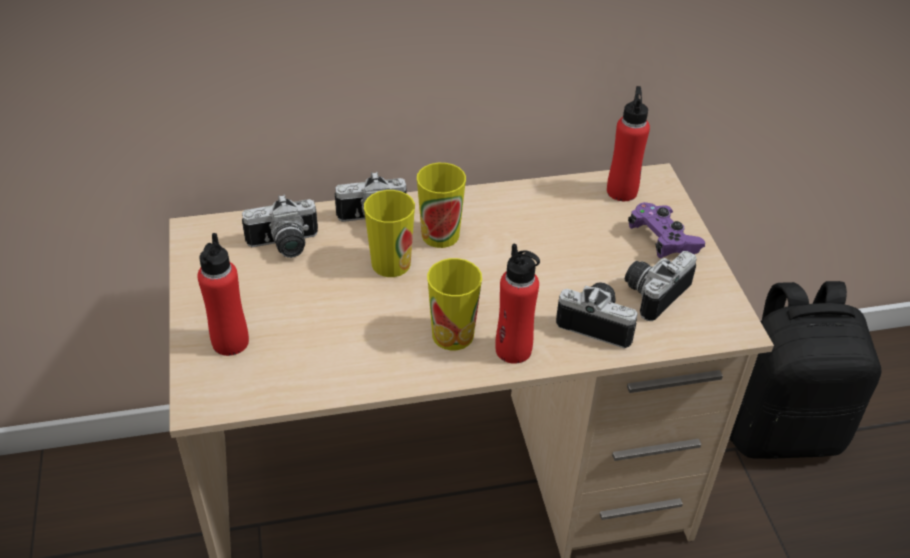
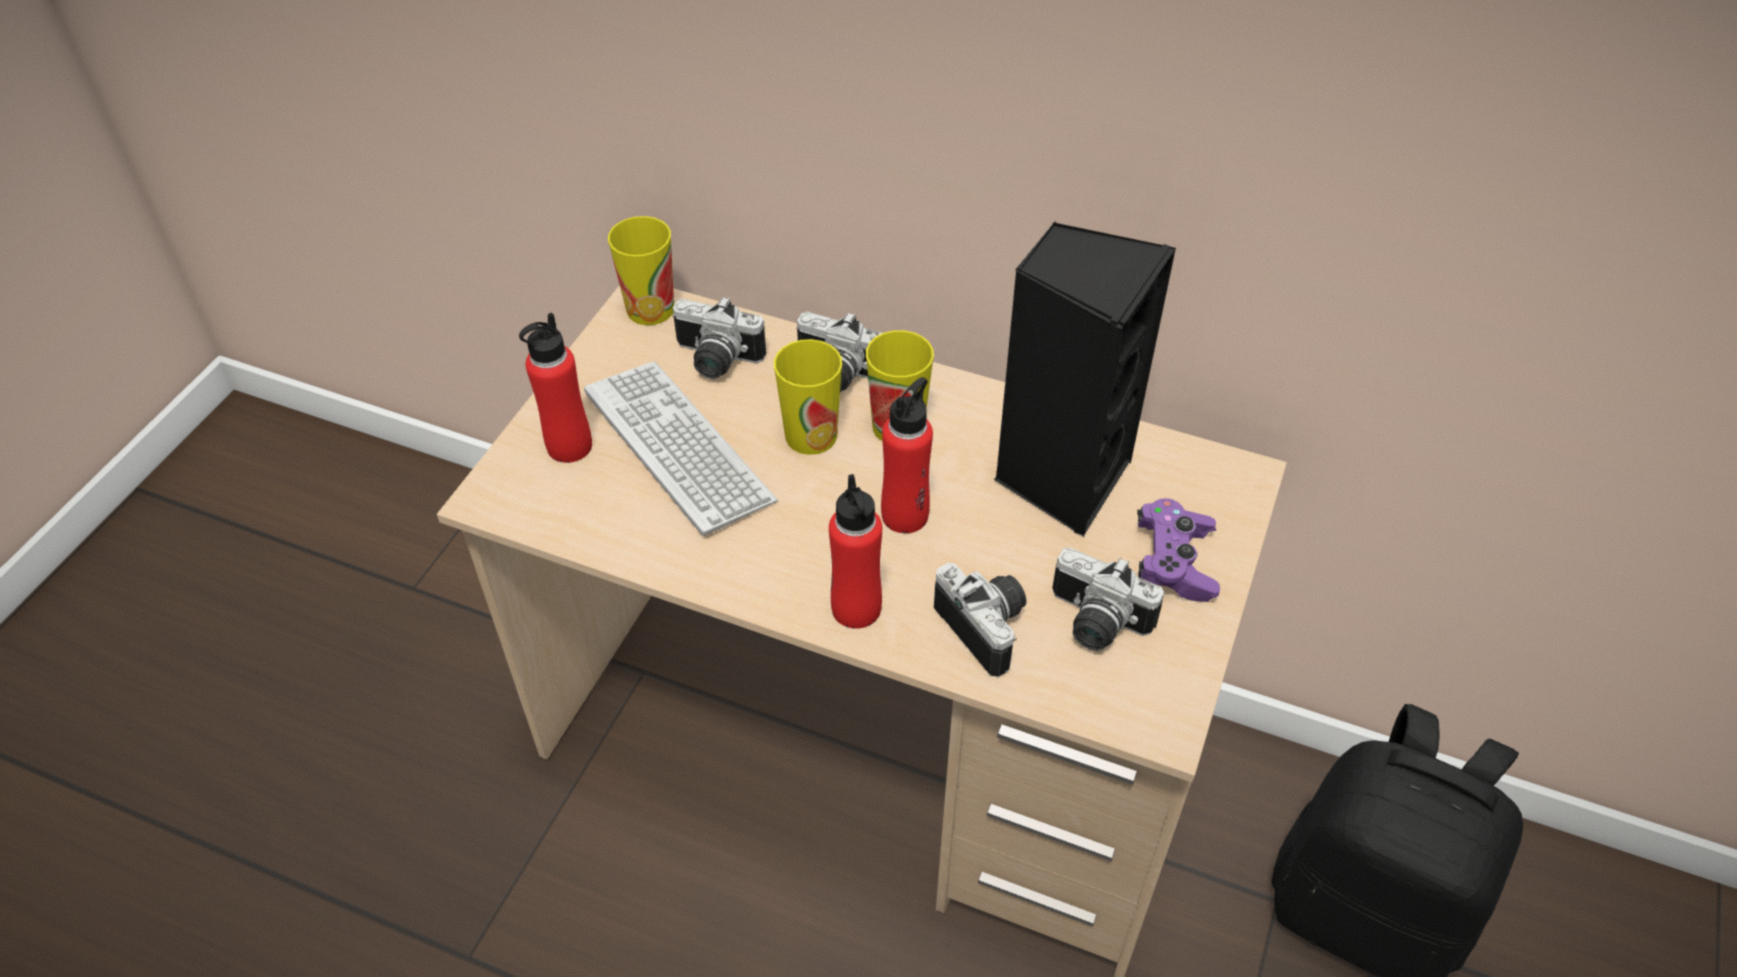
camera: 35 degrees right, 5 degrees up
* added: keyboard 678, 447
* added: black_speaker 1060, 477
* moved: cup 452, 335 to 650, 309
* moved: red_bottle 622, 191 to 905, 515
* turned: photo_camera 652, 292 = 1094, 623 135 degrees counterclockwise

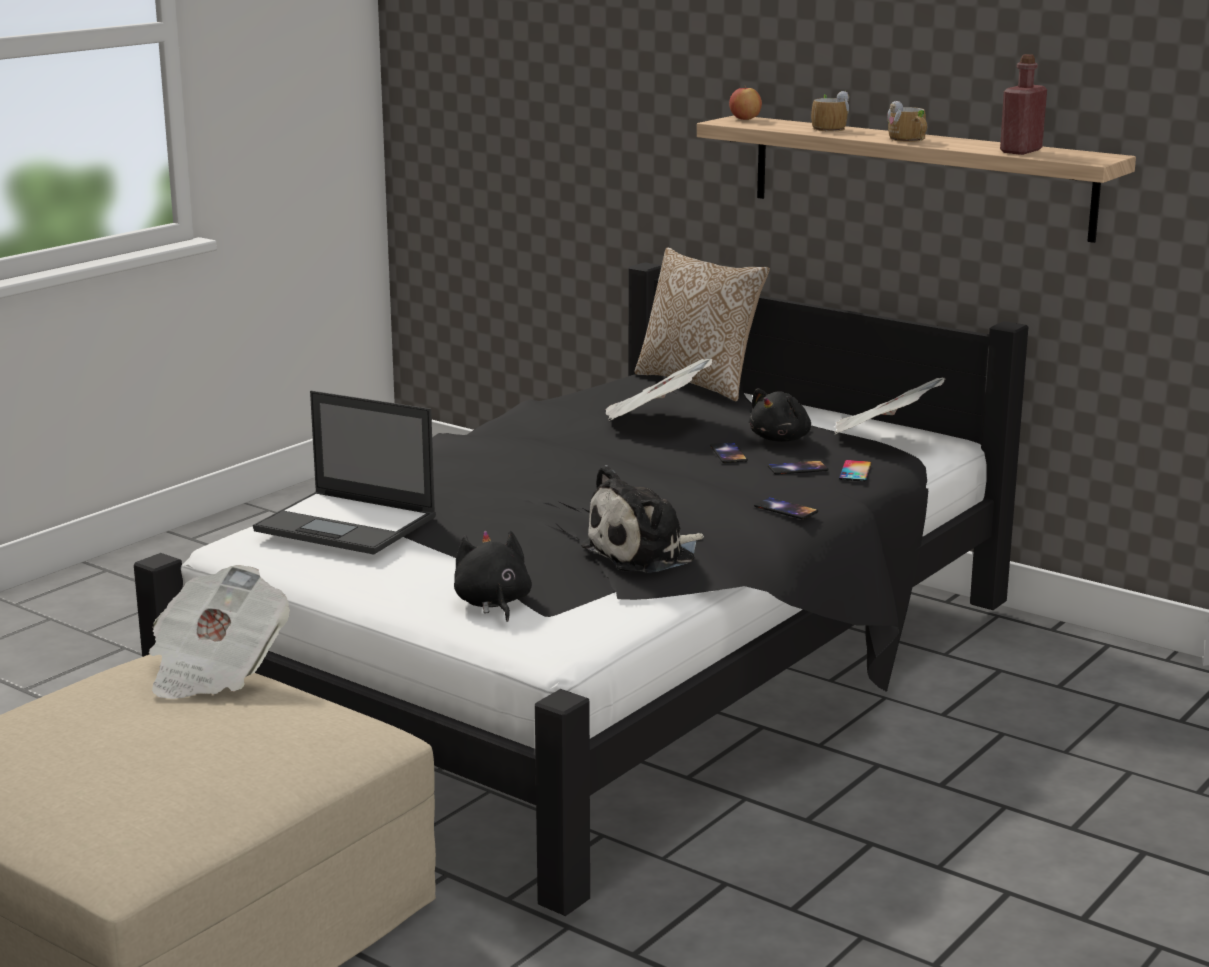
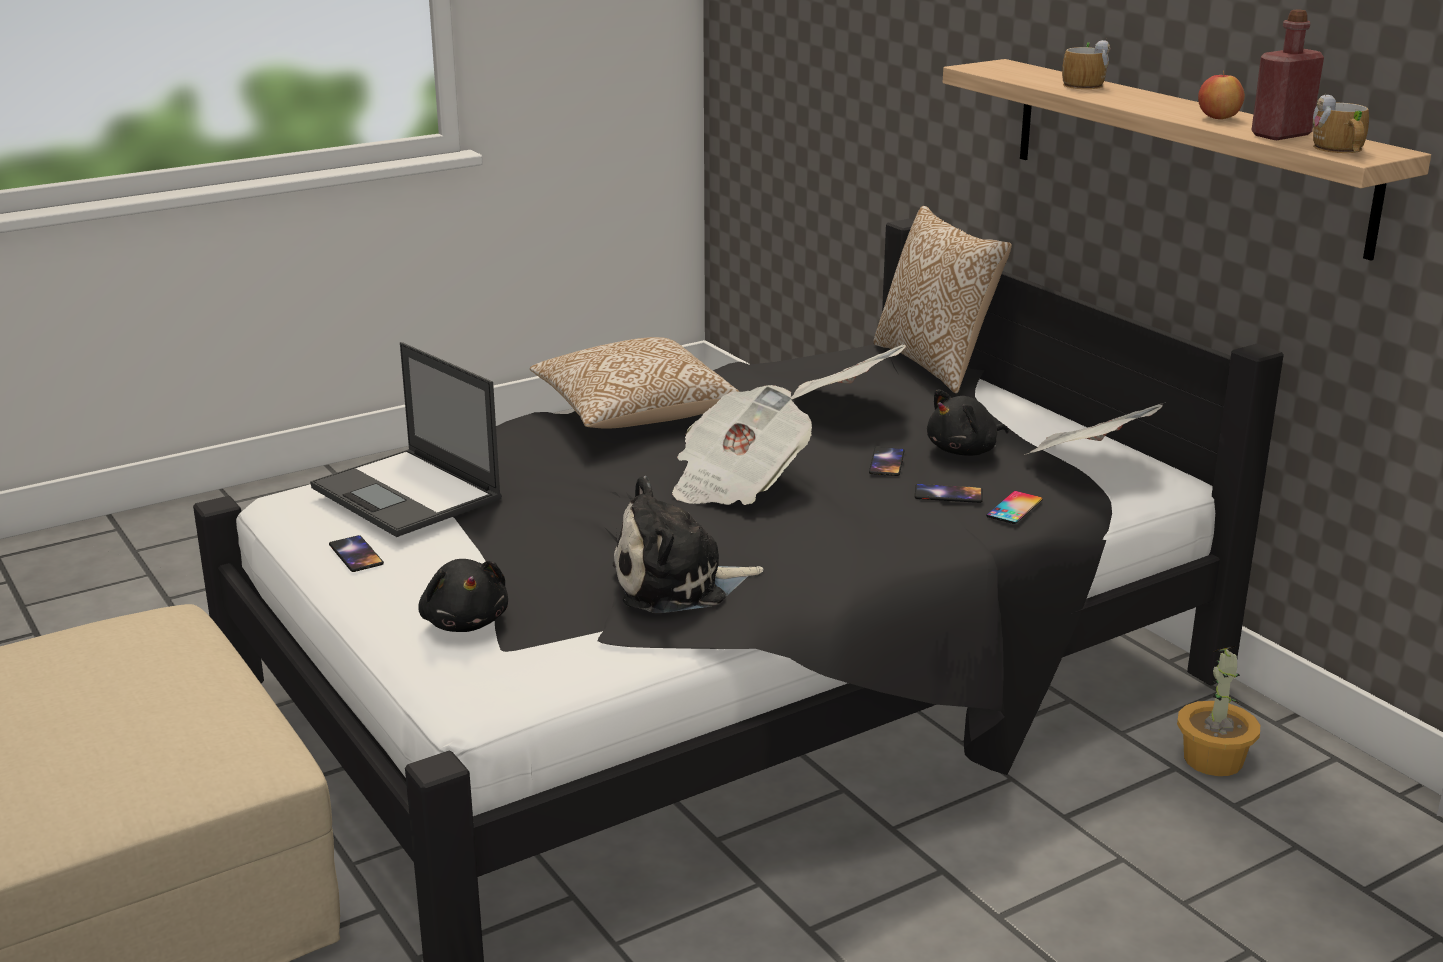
camera: 20 degrees right, 5 degrees up
* added: pillow 634, 414
* added: potted_plant 1213, 760
* moved: newspaper 215, 670 to 736, 482
* moved: apple 744, 119 to 1218, 118
* moved: phone 786, 509 to 356, 554
* moved: mug 909, 140 to 1340, 151
* turned: black_plush_toy 492, 604 = 465, 622 150 degrees clockwise

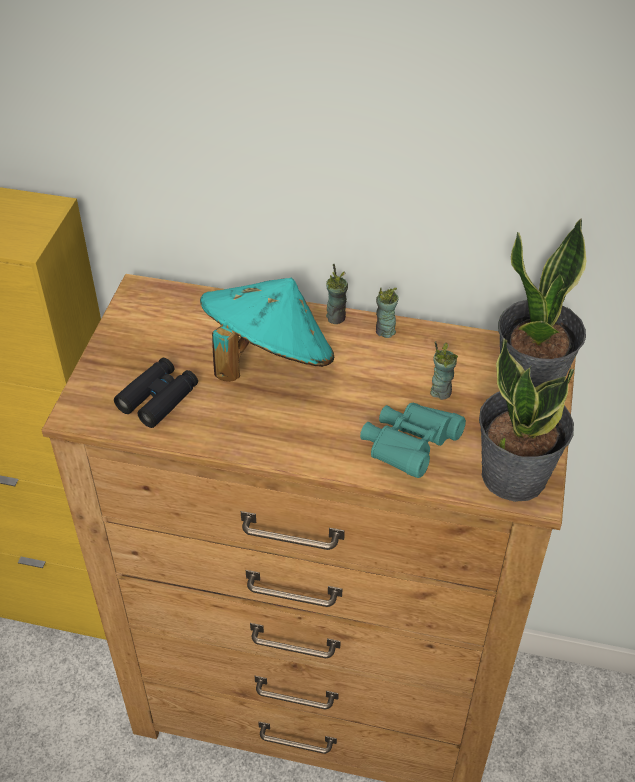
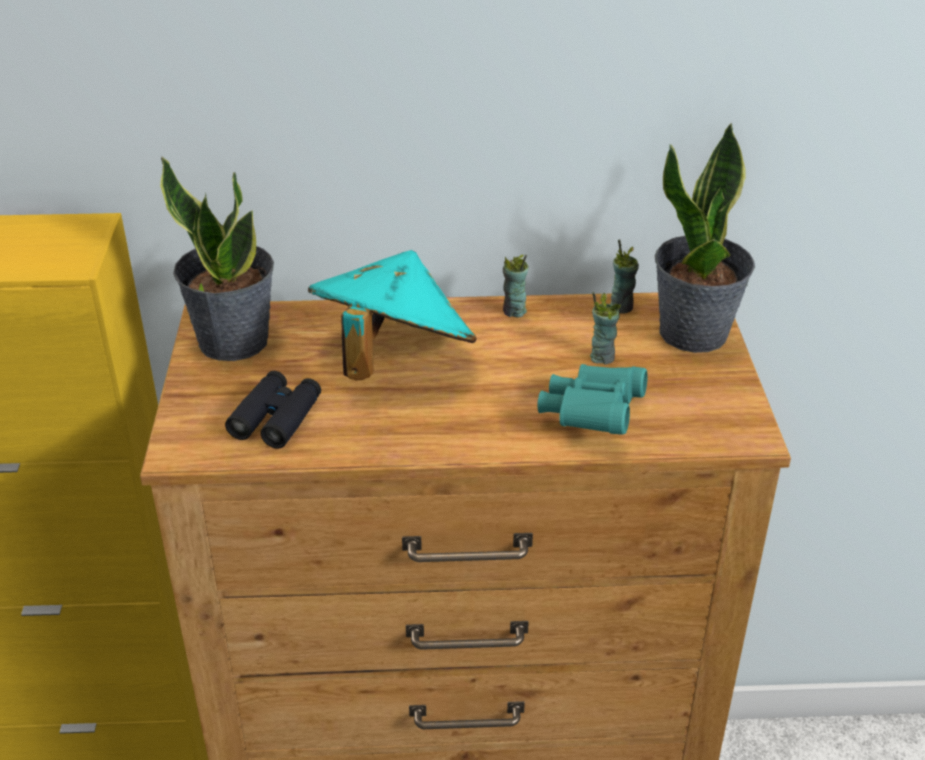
camera: 15 degrees left, 10 degrees down
* moved: cup 336, 317 to 621, 307
* moved: potted_plant 514, 474 to 233, 340

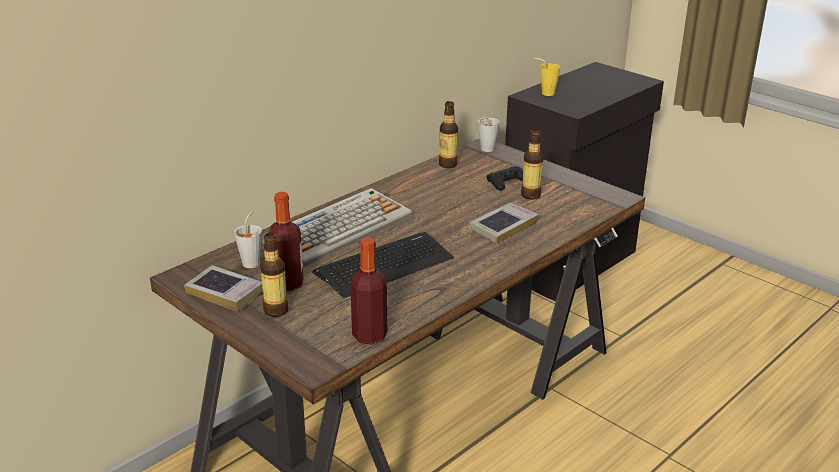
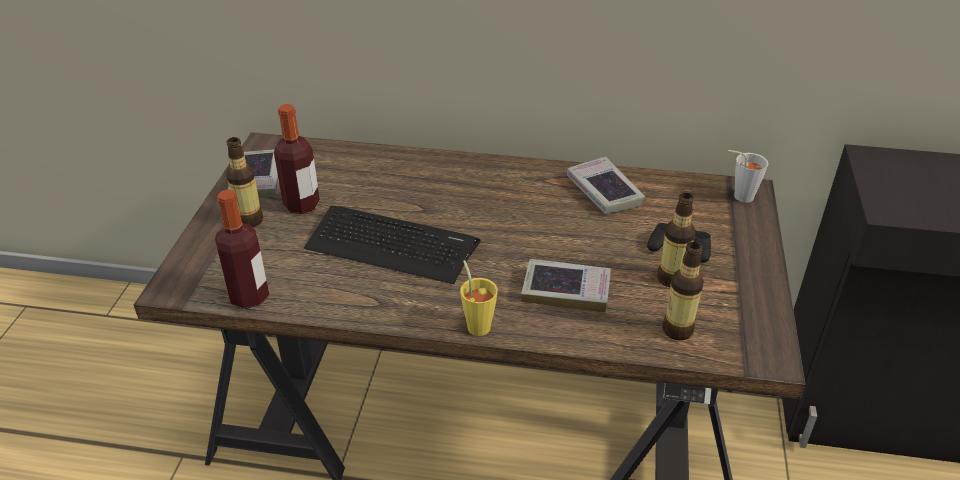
camera: 55 degrees right, 10 degrees up
* removed: grey_cup 252, 262
* removed: keyboard 339, 228
* added: book 604, 191
* moved: bottle 448, 164 to 677, 330
* moved: yellow_cup 545, 93 to 477, 323

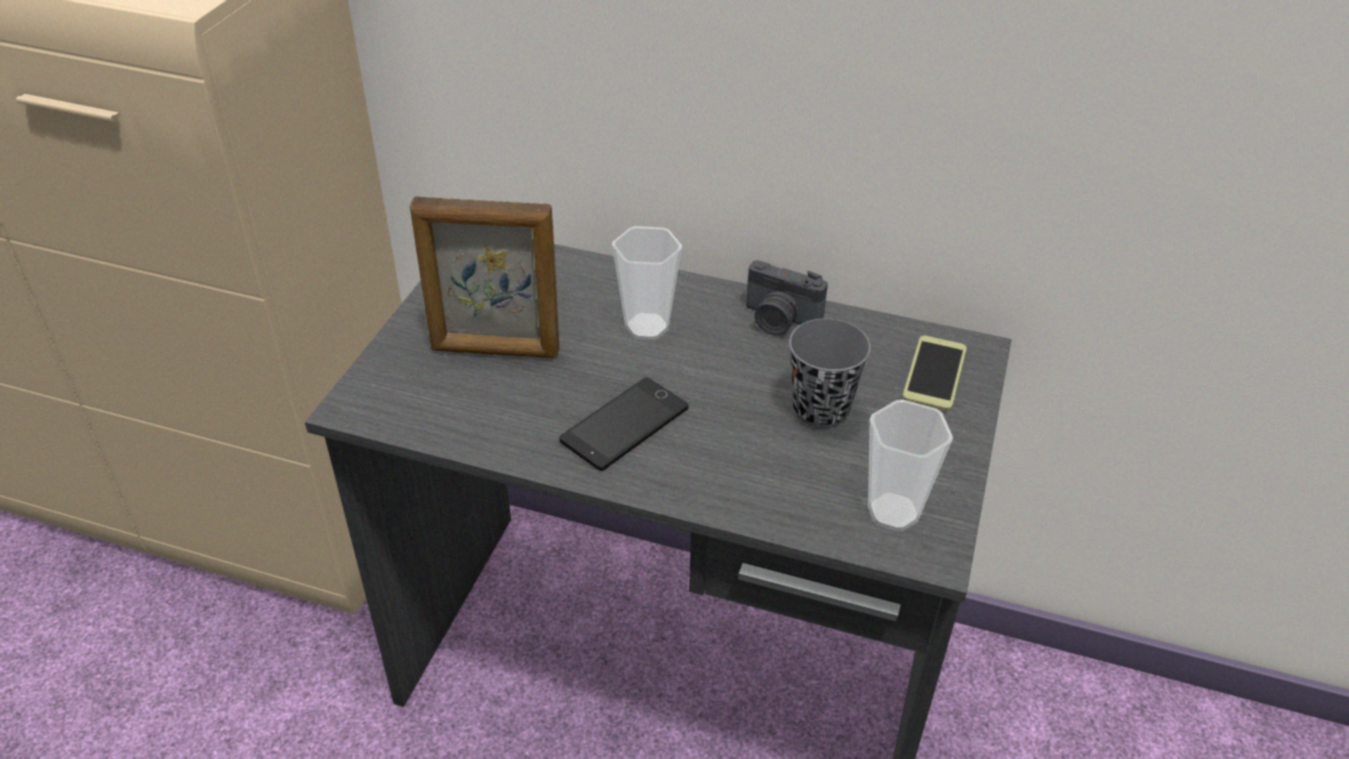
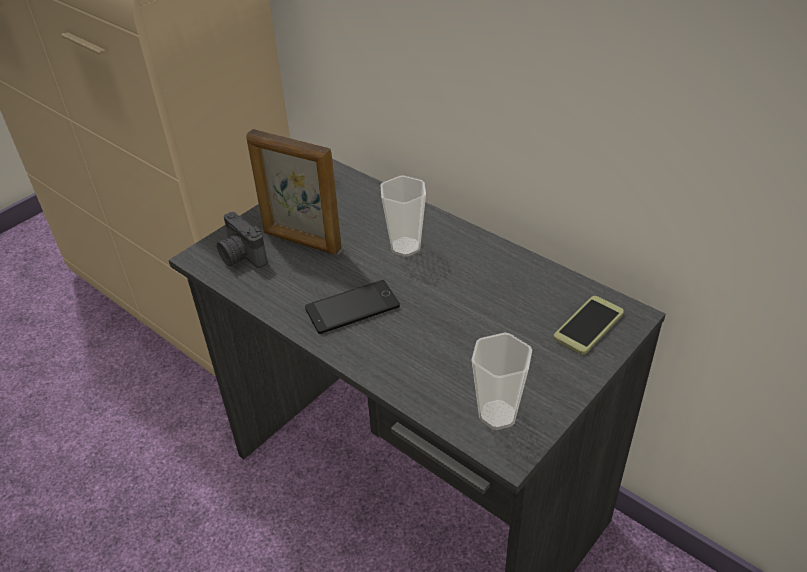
camera: 25 degrees right, 0 degrees up
* removed: grey_cup 820, 410
* moved: photo_camera 779, 320 to 241, 256

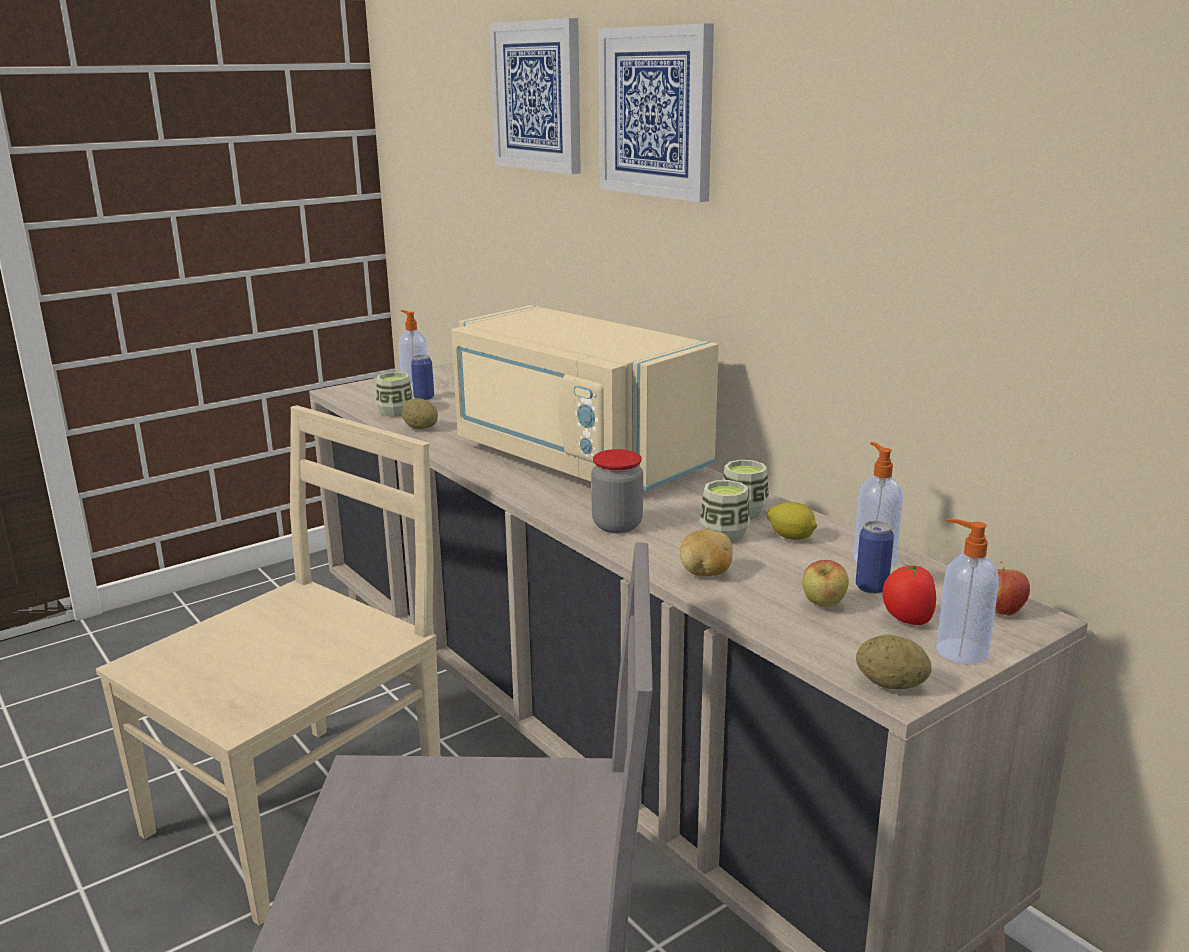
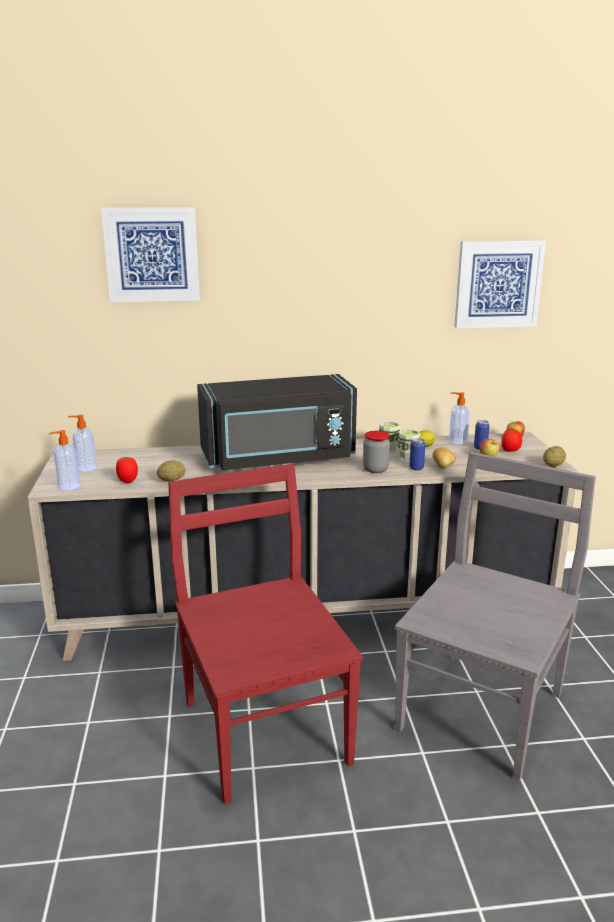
camera: 60 degrees left, 0 degrees up
* moved: can 424, 398 to 416, 468
* moved: picture 656, 112 to 498, 284
* moved: soap_dispenser 959, 651 to 68, 486
* replaced: cup 395, 412 to tomato 128, 481
* recoloured: beige_chair 301, 811 to red_chair 264, 728
* recoloured: beige_microwave 574, 458 to black_microwave 279, 459

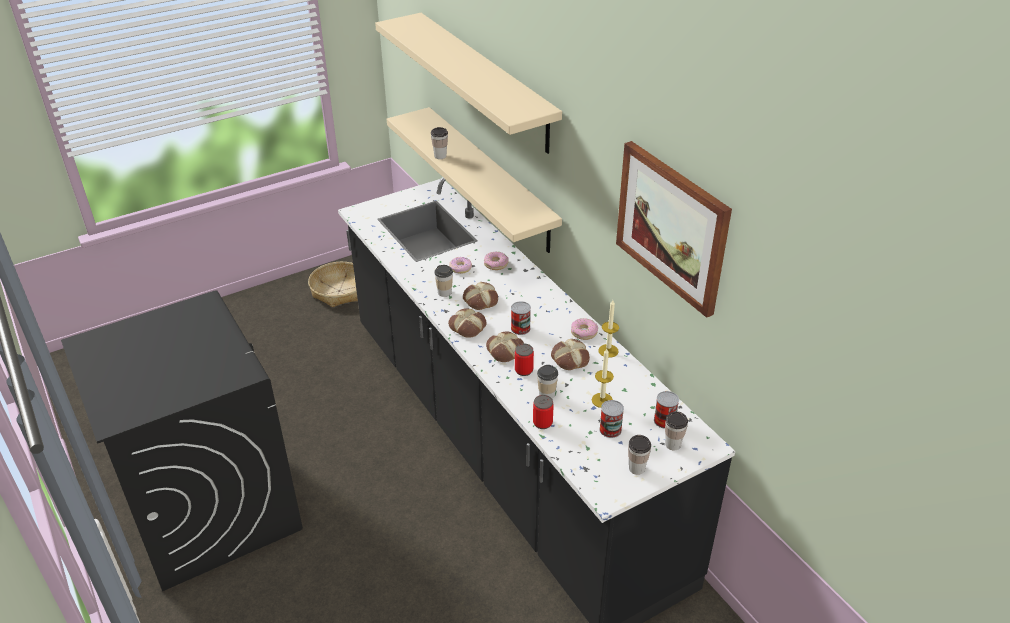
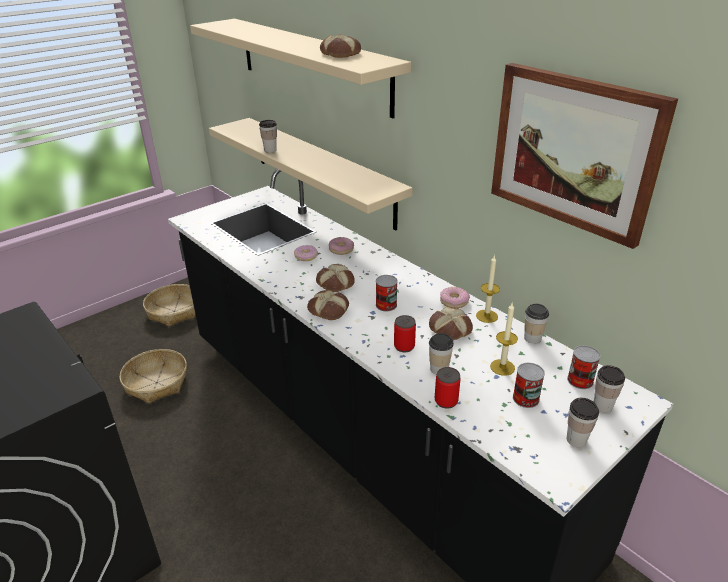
camera: 10 degrees left, 5 degrees down
* added: basket 156, 382
* moved: cup 444, 292 to 532, 338
* moved: bread 505, 350 to 341, 53

